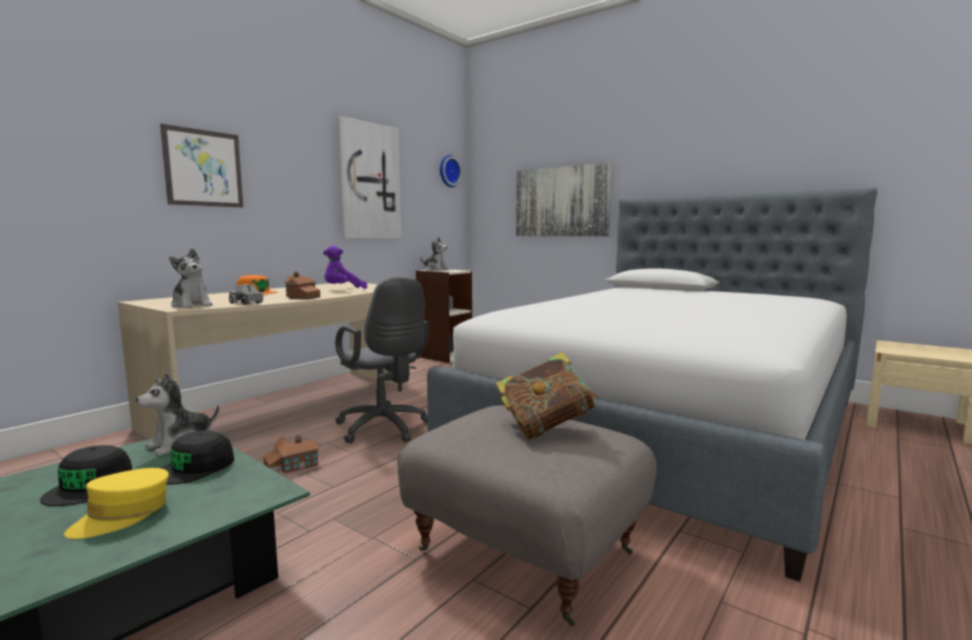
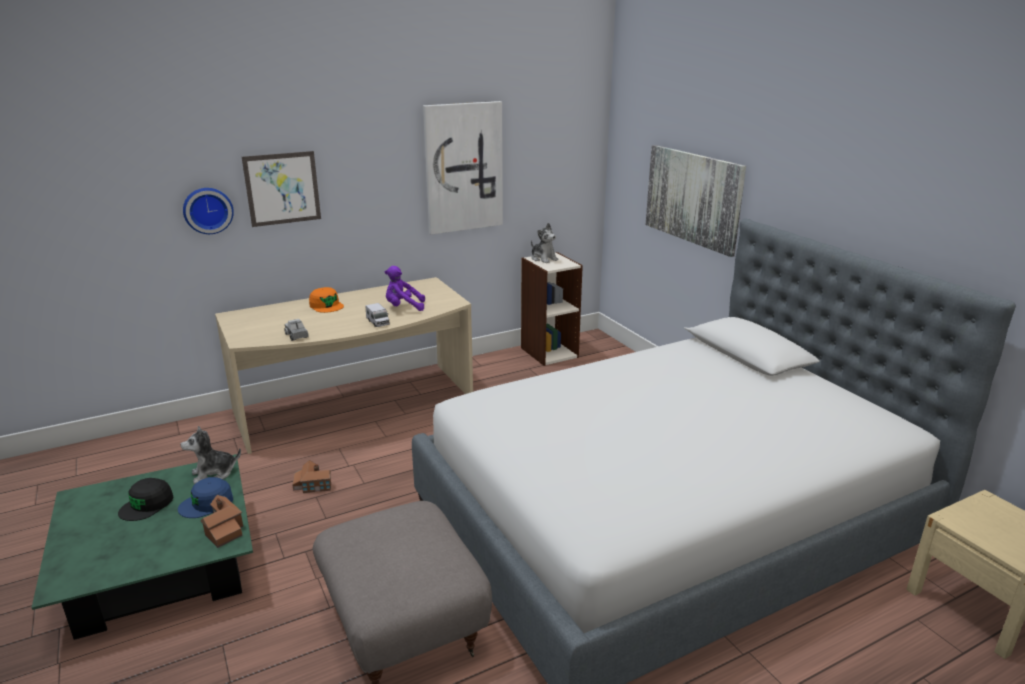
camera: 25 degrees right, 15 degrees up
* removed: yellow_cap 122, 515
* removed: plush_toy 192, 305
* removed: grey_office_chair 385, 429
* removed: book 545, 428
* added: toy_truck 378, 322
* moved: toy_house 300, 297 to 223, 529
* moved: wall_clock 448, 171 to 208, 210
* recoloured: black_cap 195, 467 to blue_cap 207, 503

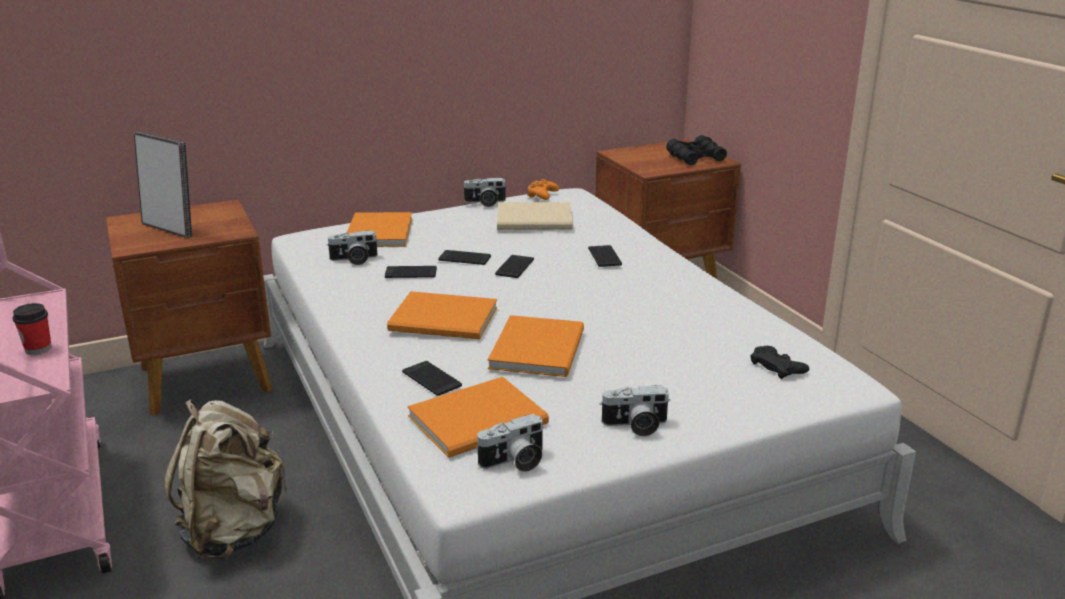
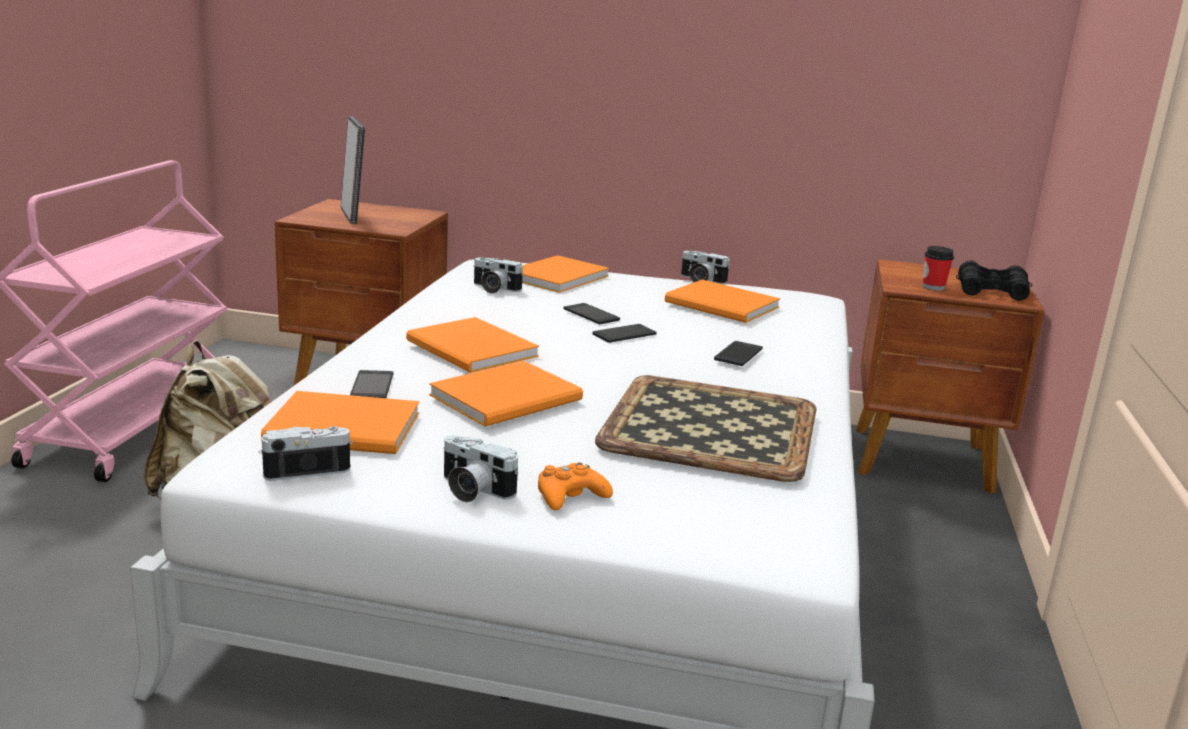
camera: 35 degrees right, 5 degrees down
* removed: phone 411, 273
* removed: black_game_controller 777, 367
* added: tray 709, 426
* moved: cup 38, 348 to 933, 287
* moved: orange_game_controller 542, 195 to 570, 496
* recoloured: beige_book 537, 220 to orange_book 723, 306
* turned: photo_camera 514, 462 = 305, 468 150 degrees clockwise

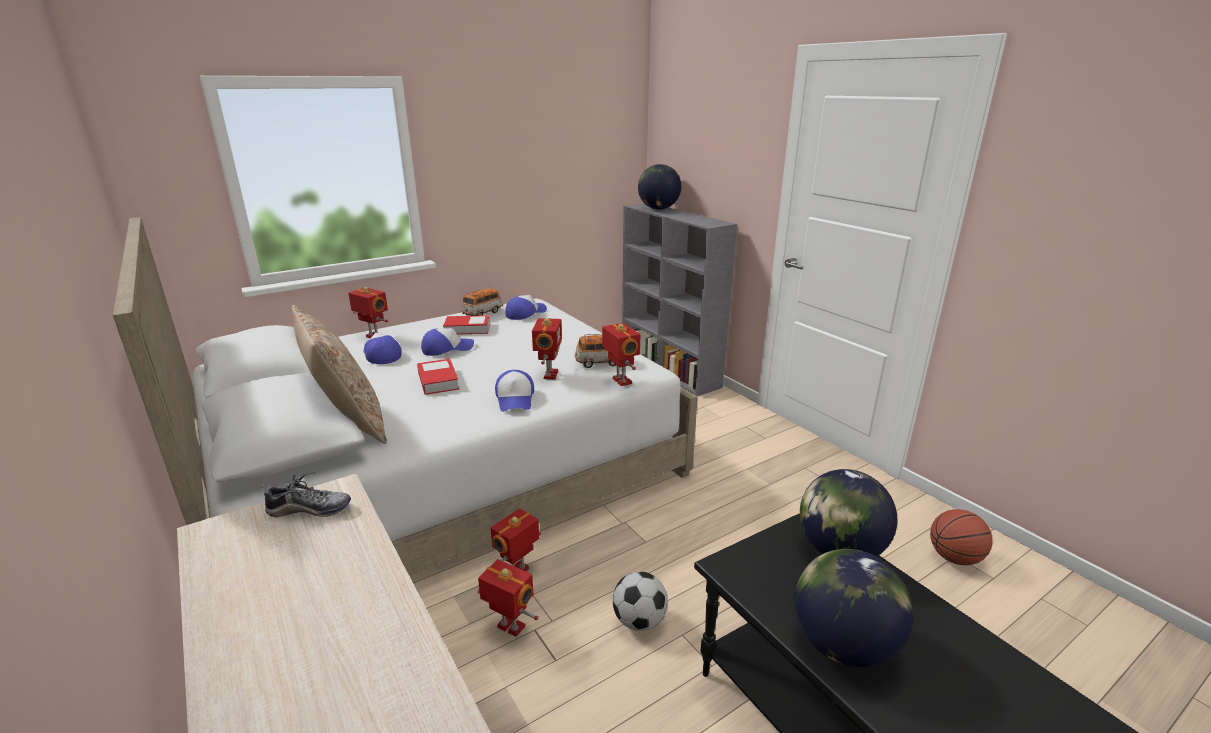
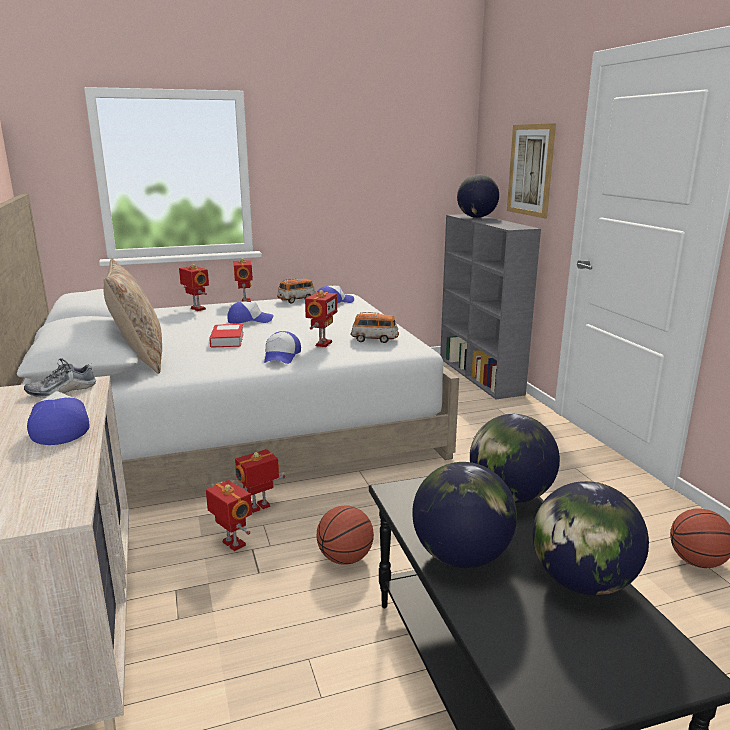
camera: 15 degrees right, 5 degrees down
* removed: book 467, 329
* added: picture 530, 170
* added: globe 582, 582
* moved: cap 381, 355 to 60, 427
* moved: toy_robot 620, 381 to 245, 301
* replaced: football 639, 621 to basketball 345, 558
* turned: shoe 310, 509 = 62, 390 135 degrees clockwise

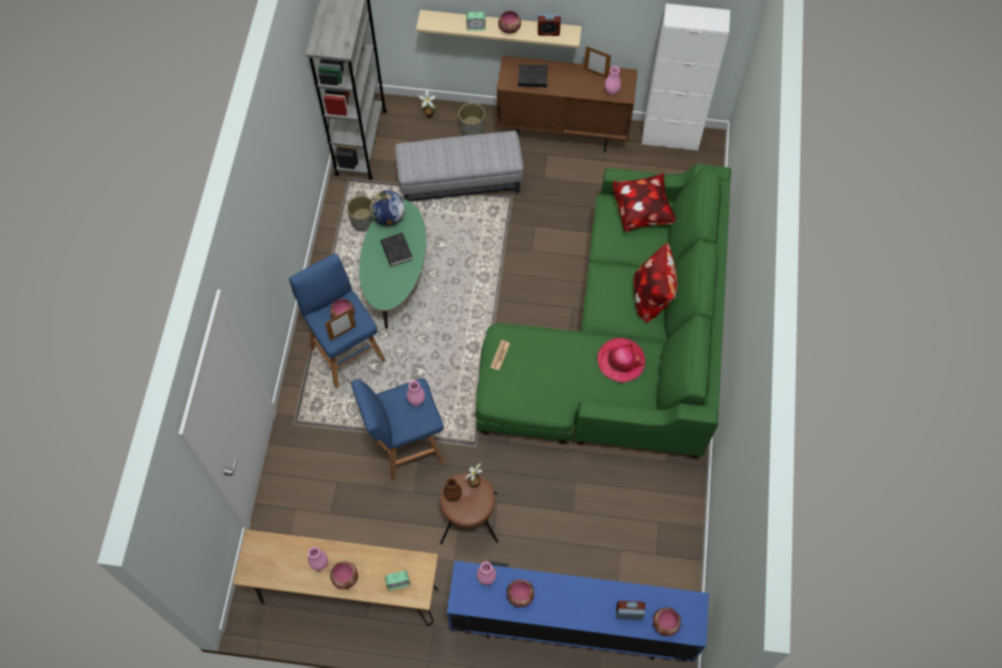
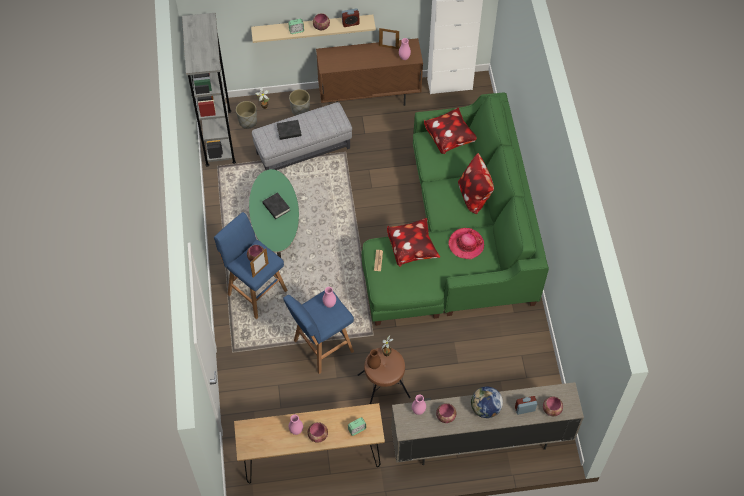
camera: 15 degrees left, 5 degrees down
* added: pillow 412, 248
* moved: grey_planter 363, 221 to 247, 121
* moved: globe 388, 217 to 485, 408
* moved: black_book 532, 78 to 289, 131
* recoloured: blue_tv_stand 570, 626 to beige_tv_stand 480, 442

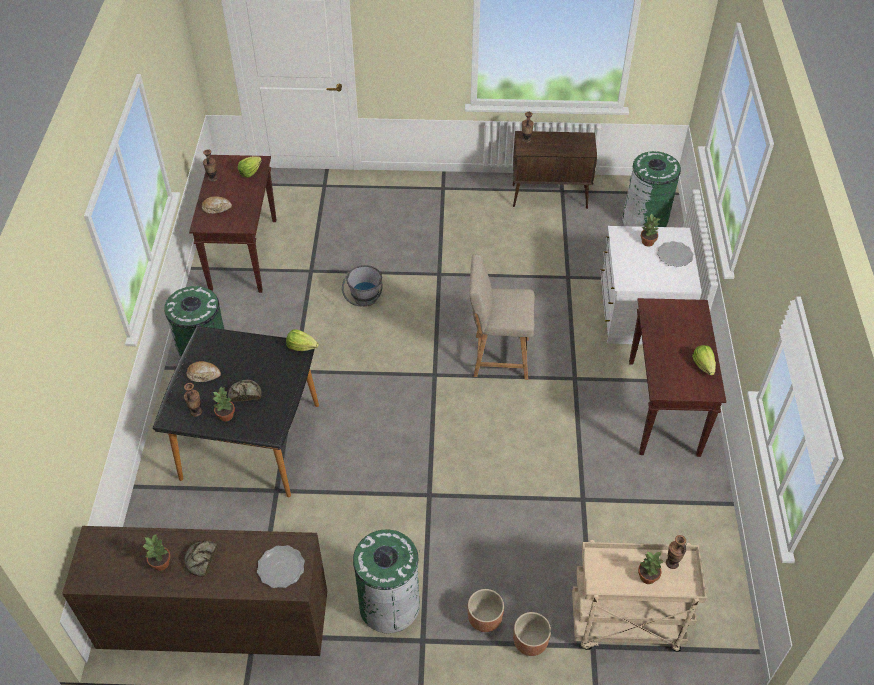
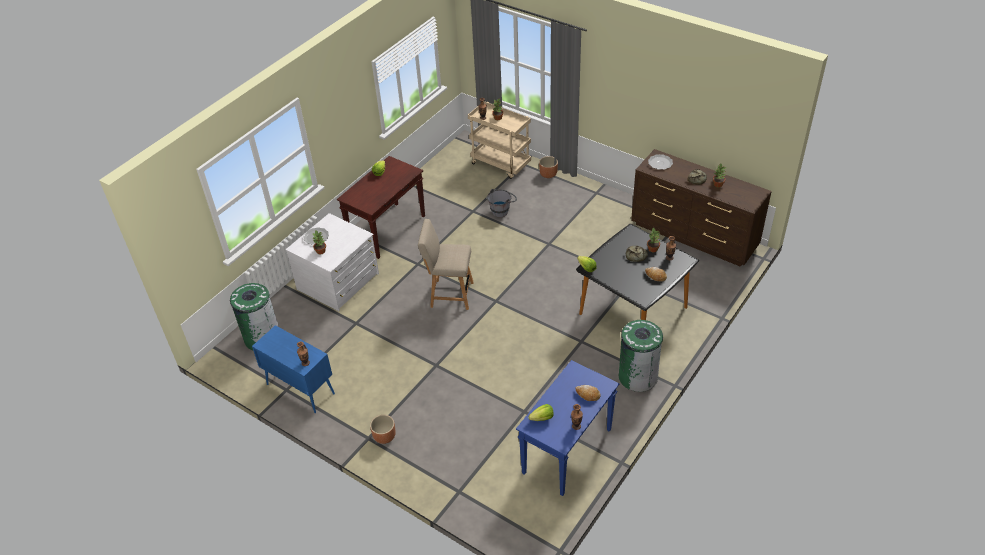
camera: 145 degrees left, 5 degrees down
* removed: green_trash_can 389, 605
* moved: grey_bucket 364, 301 to 502, 210
* moved: brown_planter 484, 619 to 385, 436
* recoloured: brown_console_table 243, 254 to blue_console_table 567, 452
* recoloured: brown_cabinet 550, 197 to blue_cabinet 300, 389
* turned: beige_chair 497, 357 = 449, 294 150 degrees clockwise

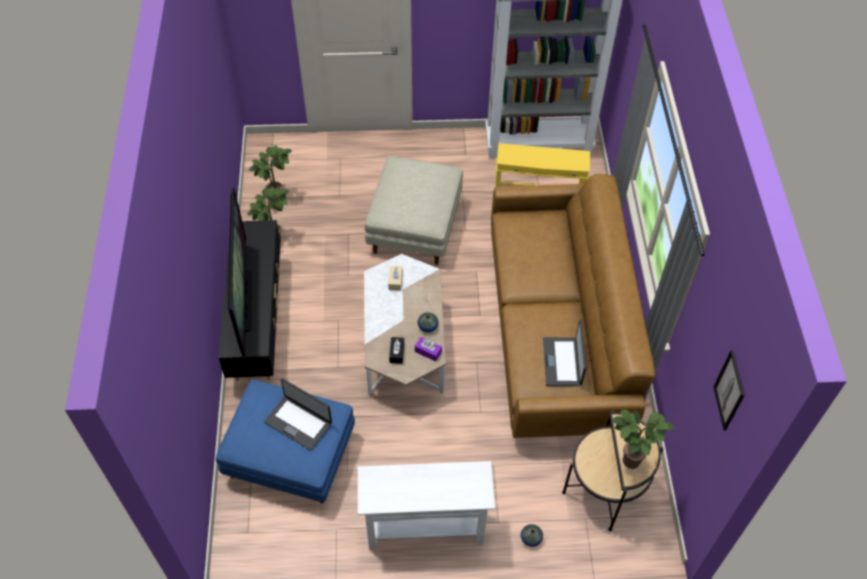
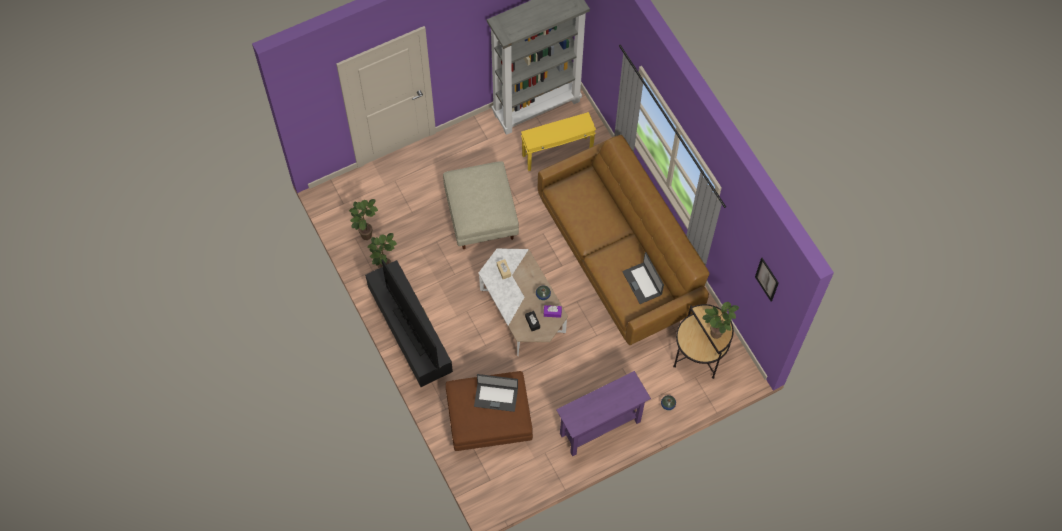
camera: 25 degrees left, 10 degrees up
* recoloured: blue_ottoman 292, 456 to brown_ottoman 490, 419
* recoloured: white_console_table 425, 529 to purple_console_table 600, 427

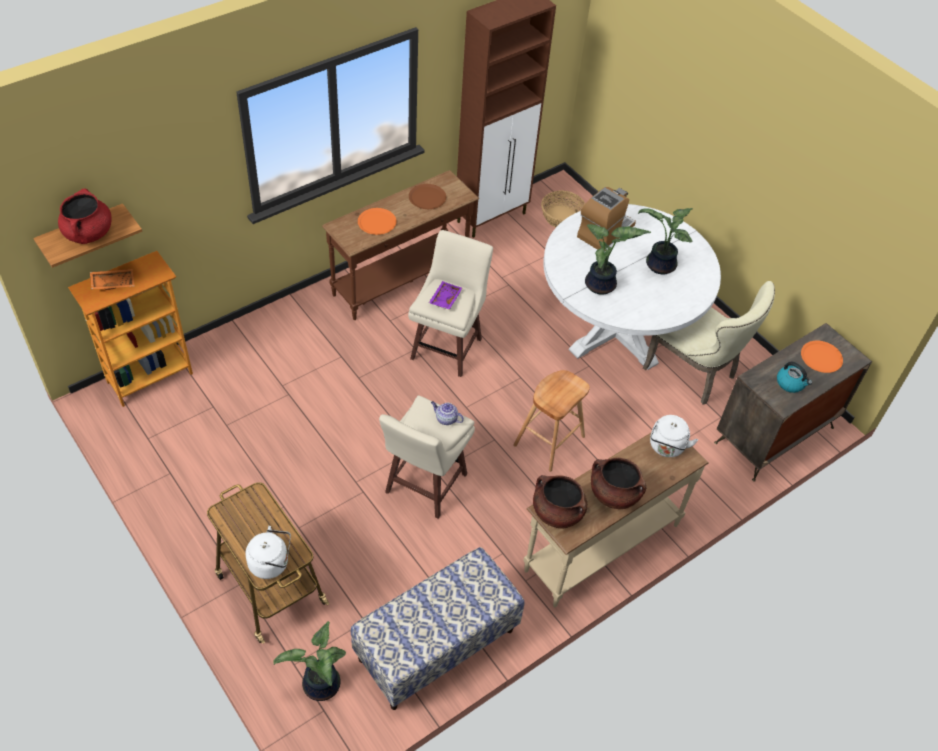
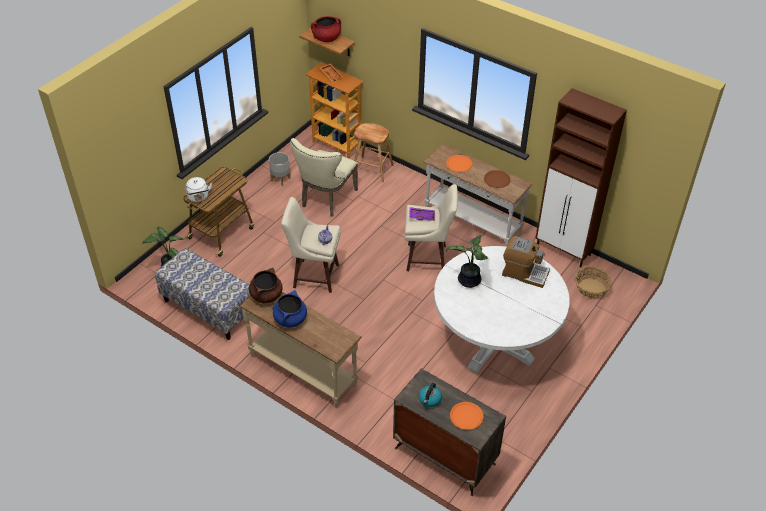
camera: 75 degrees right, 5 degrees down
* removed: potted_plant 659, 266
* removed: white_kettle 666, 447
* added: grey_planter 280, 179
* moved: brown_stool 549, 441 to 372, 169
* moved: beige_chair 695, 373 to 326, 199
* recoloured: brown_console_table 401, 281 to white_console_table 472, 222
* recoloured: brown_cooking_pot 614, 494 to blue_cooking_pot 290, 319

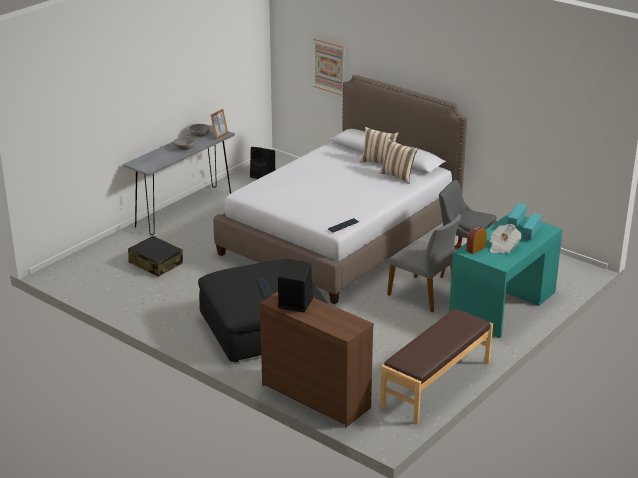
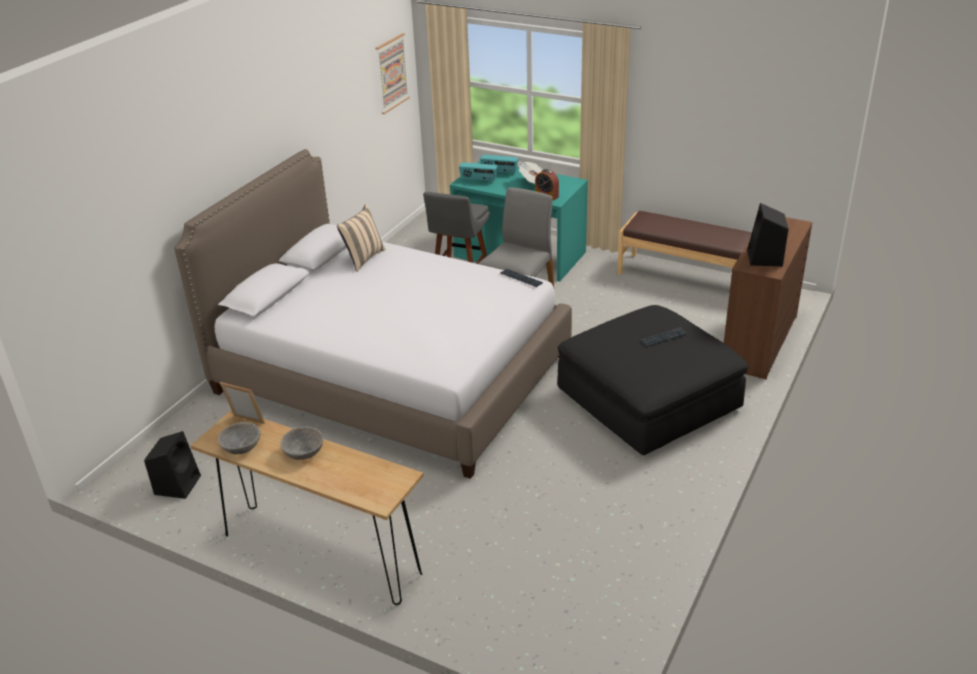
camera: 100 degrees left, 5 degrees up
* removed: black_suitcase 156, 263
* removed: beige_pillow 378, 162
* moved: picture 329, 66 to 392, 73
* recoloured: grey_console_table 184, 210 to brown_console_table 321, 554

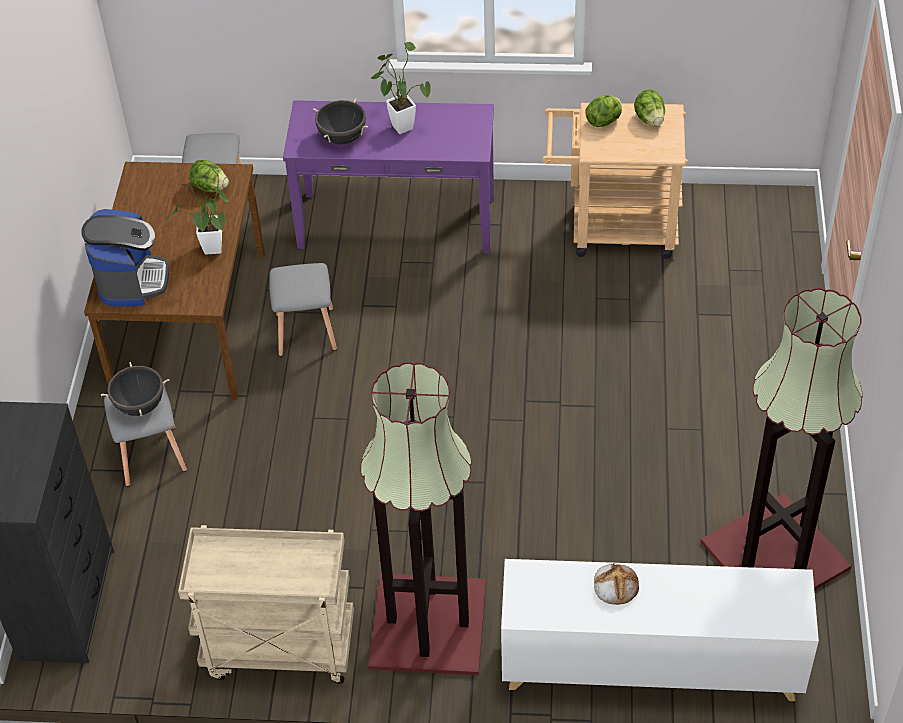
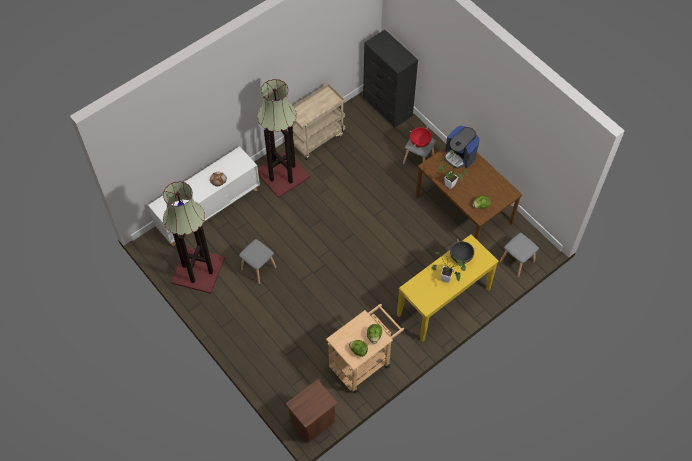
camera: 135 degrees right, 10 degrees up
* added: brown_nightstand 313, 422
* moved: grey_stool 307, 332 to 258, 268
* recoloured: black_cooking_pot 140, 405 to red_cooking_pot 420, 143
* recoloured: purple_console_table 396, 222 to yellow_console_table 444, 302

